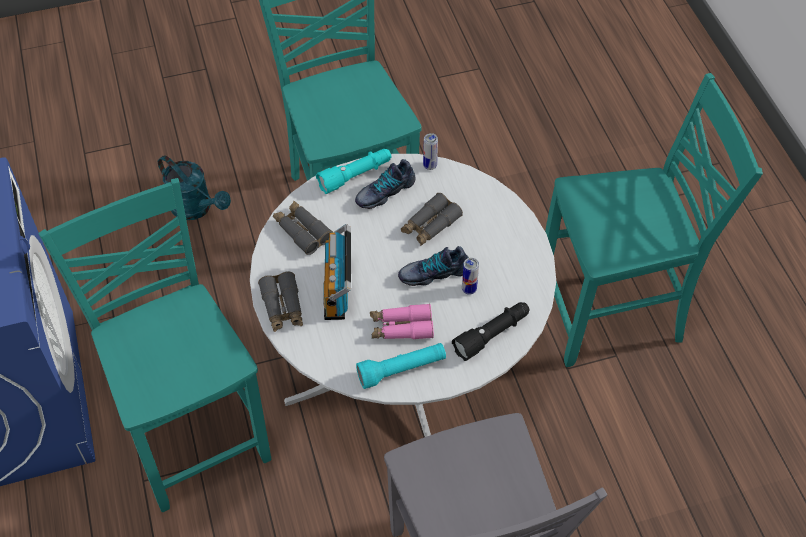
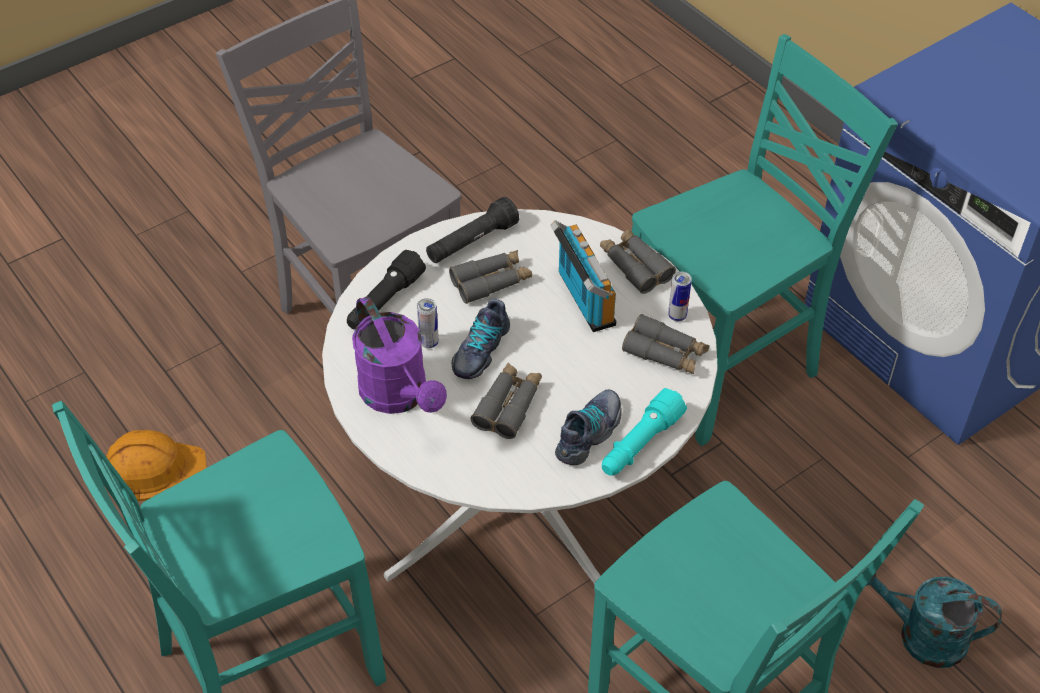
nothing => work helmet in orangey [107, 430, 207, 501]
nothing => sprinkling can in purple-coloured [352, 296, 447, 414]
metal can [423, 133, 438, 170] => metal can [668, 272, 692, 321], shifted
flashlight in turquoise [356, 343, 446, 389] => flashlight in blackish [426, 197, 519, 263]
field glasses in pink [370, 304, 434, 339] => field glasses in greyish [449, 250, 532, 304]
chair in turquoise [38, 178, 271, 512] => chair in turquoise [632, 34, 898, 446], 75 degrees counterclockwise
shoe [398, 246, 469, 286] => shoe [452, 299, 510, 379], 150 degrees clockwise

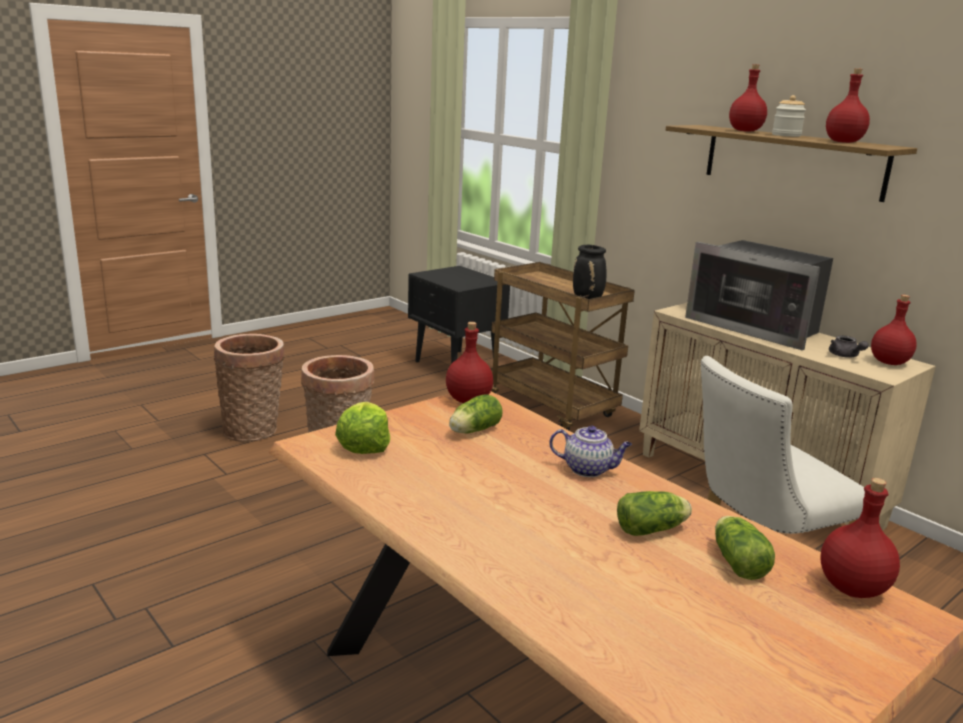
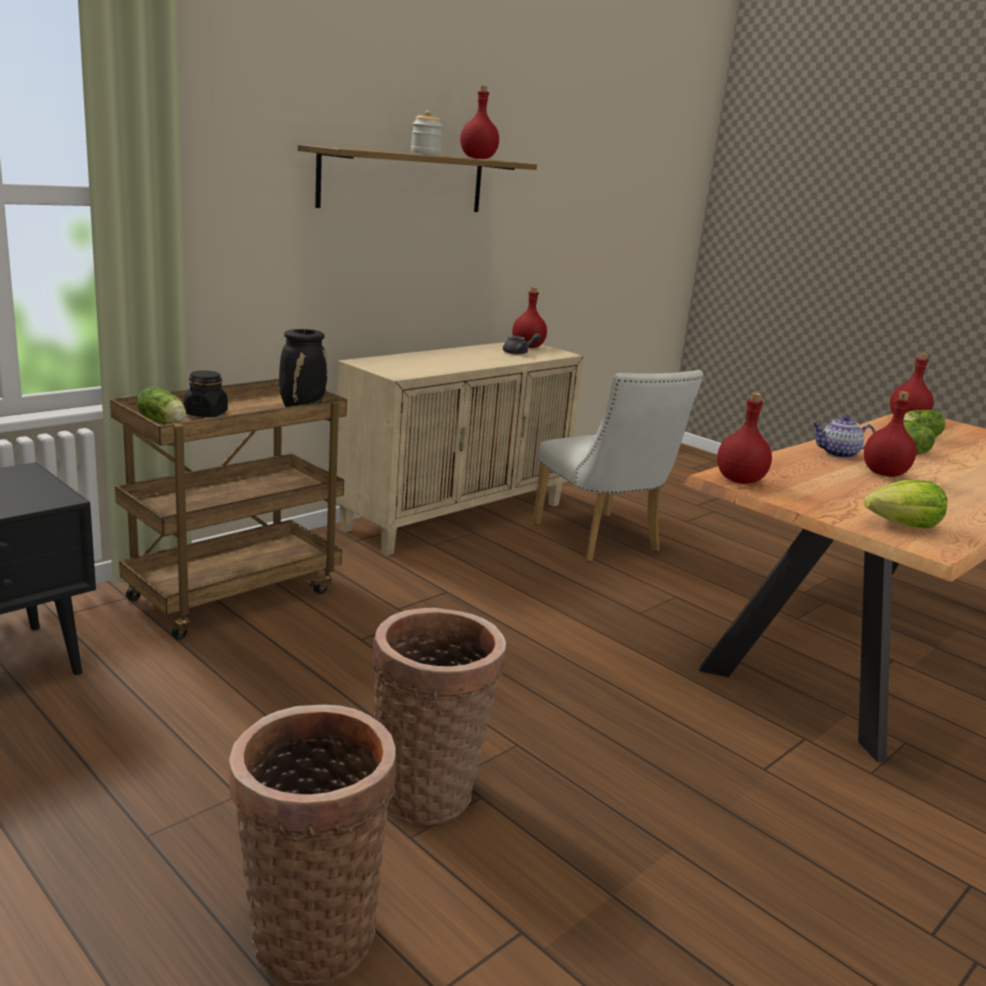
microwave [685, 240, 833, 350] => nothing
nothing => jar in blackish [184, 370, 228, 417]
lettuce head [449, 394, 503, 433] => lettuce head [137, 386, 186, 423], shifted
bottle in red [729, 64, 767, 132] => bottle in red [864, 391, 916, 477], shifted
tea pot [549, 425, 632, 477] => tea pot [813, 415, 875, 458], 105 degrees counterclockwise

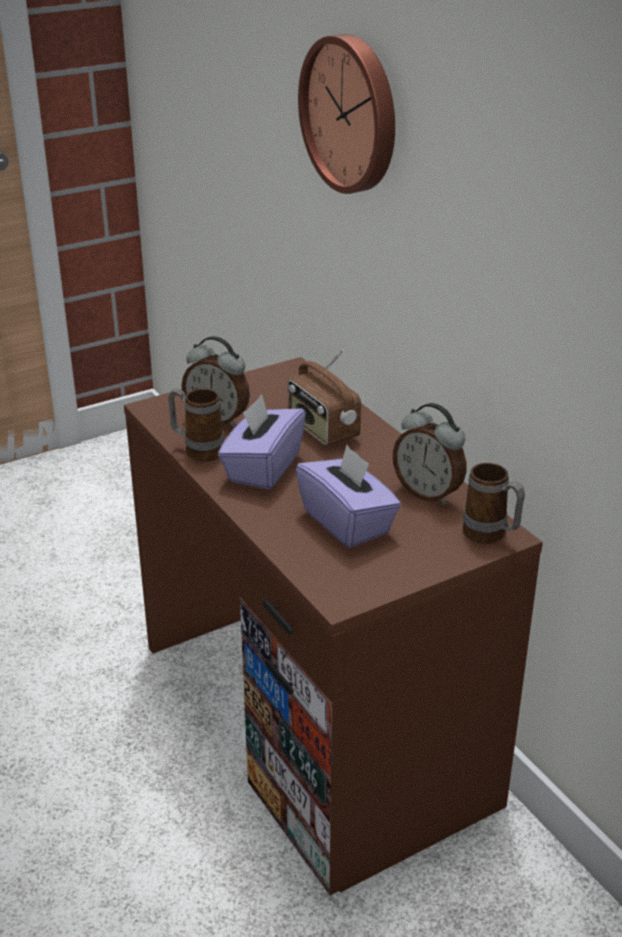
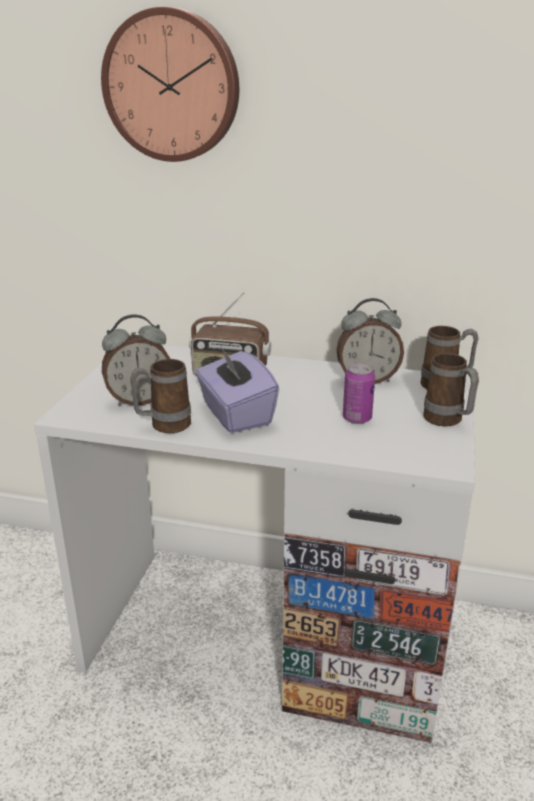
nothing => coffee mug [423, 353, 479, 426]
box of tissues in purple-coloured [296, 445, 401, 548] => metal can [343, 363, 375, 424]
desk table in brown-coloured [124, 357, 543, 895] => desk table in white [34, 345, 475, 743]

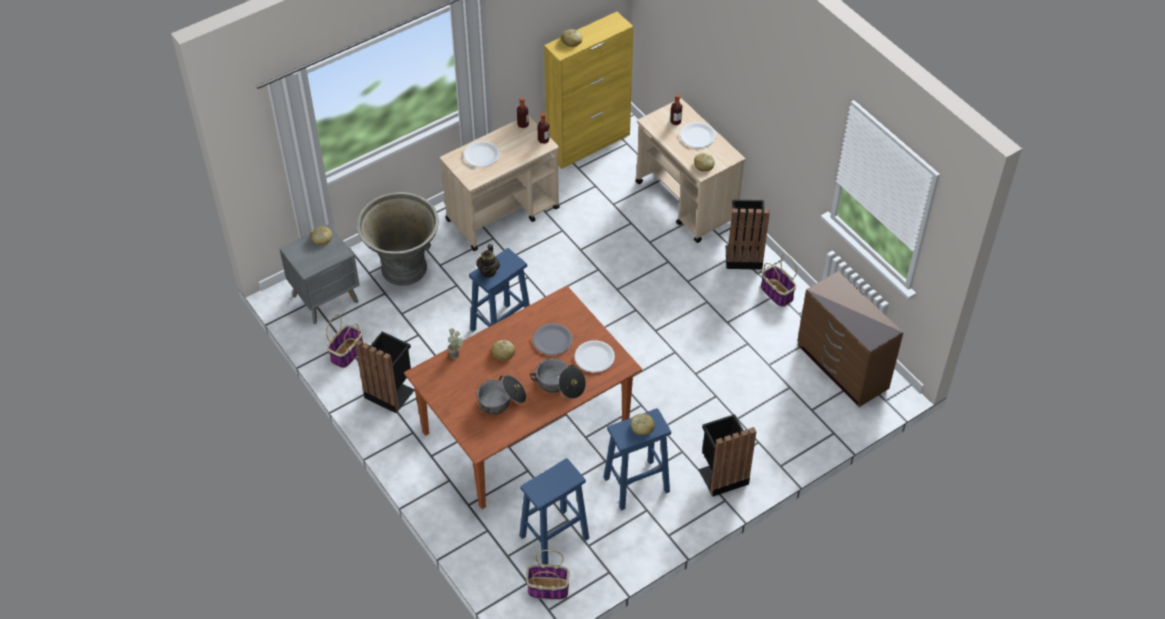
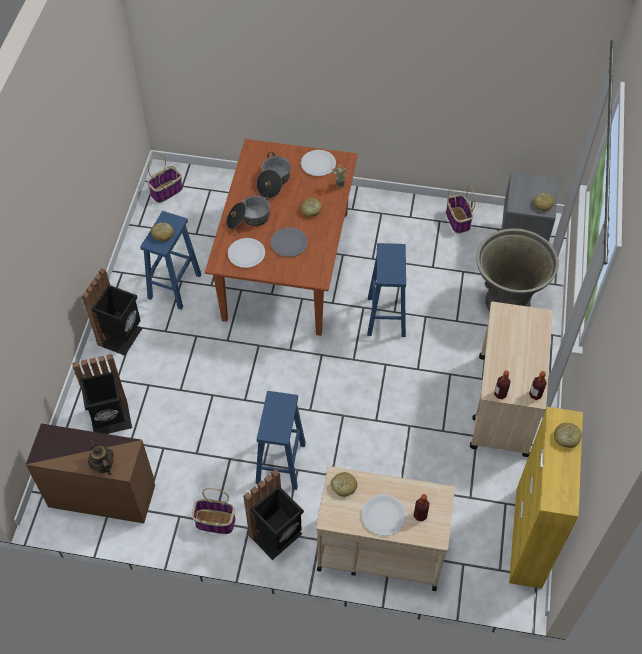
trash can in blackish [355, 331, 414, 413] => trash can in blackish [72, 354, 132, 434], shifted
flat dish in white [463, 141, 500, 167] => flat dish in white [301, 150, 336, 176], shifted
tea pot [476, 244, 500, 278] => tea pot [88, 439, 114, 475], shifted
stool seat in blue [520, 458, 589, 564] => stool seat in blue [256, 391, 306, 490], shifted

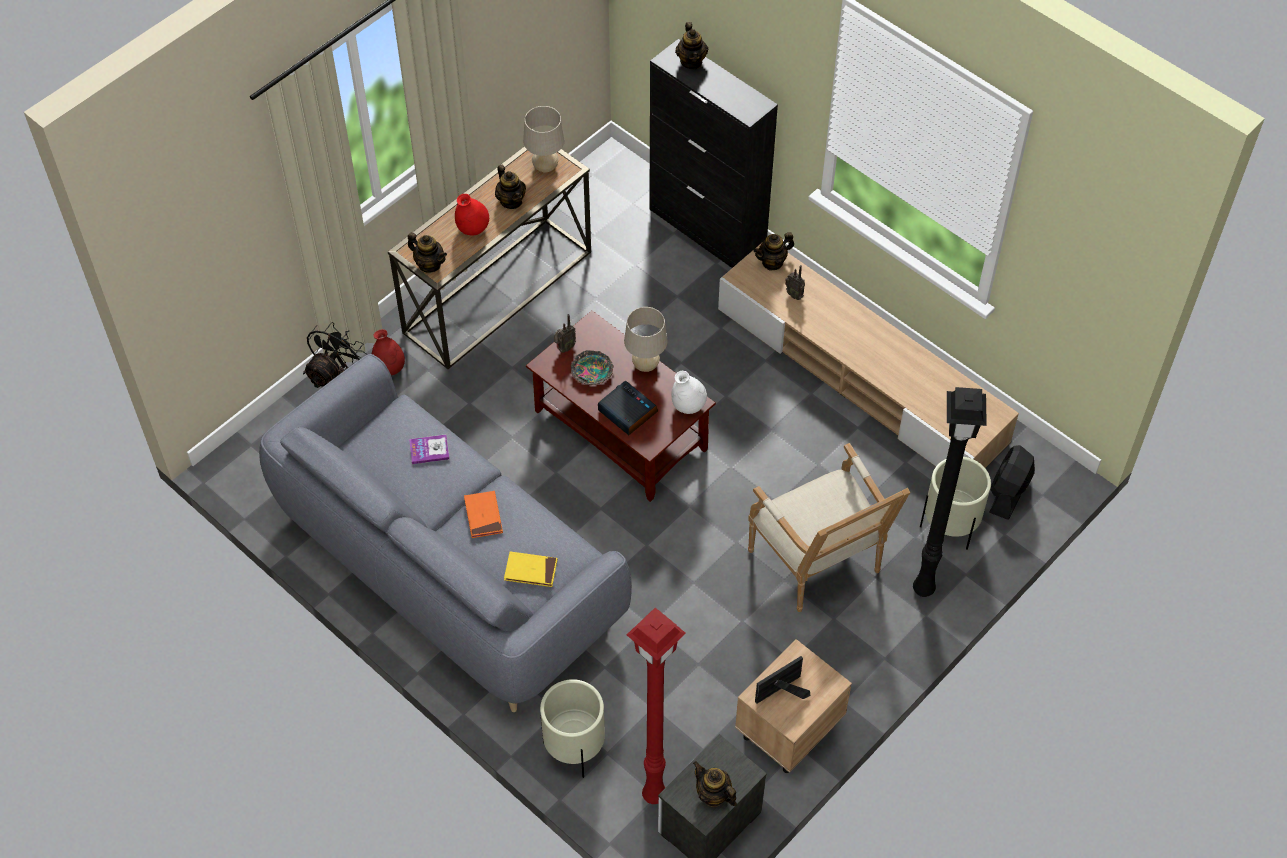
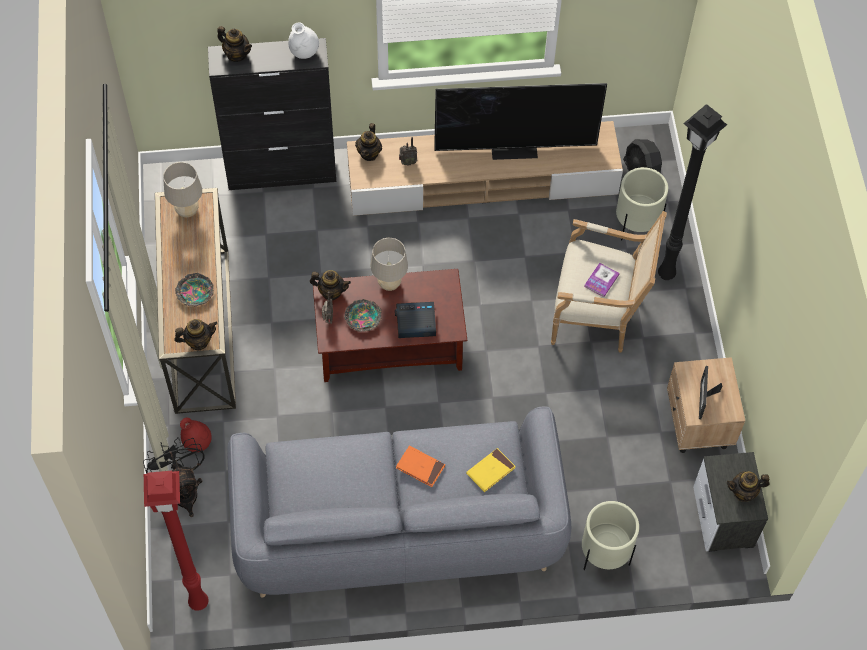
nothing => TV [434, 83, 607, 160]
bound book [409, 434, 449, 464] => bound book [584, 263, 620, 297], shifted
tea pot [495, 165, 526, 209] => tea pot [310, 270, 351, 300], shifted
standard lamp in red [627, 608, 686, 804] => standard lamp in red [144, 471, 209, 611], shifted
decorative vase in white [671, 371, 707, 414] => decorative vase in white [288, 22, 319, 59], shifted
decorative vase in red [455, 194, 489, 236] => deep dish [175, 273, 214, 307]

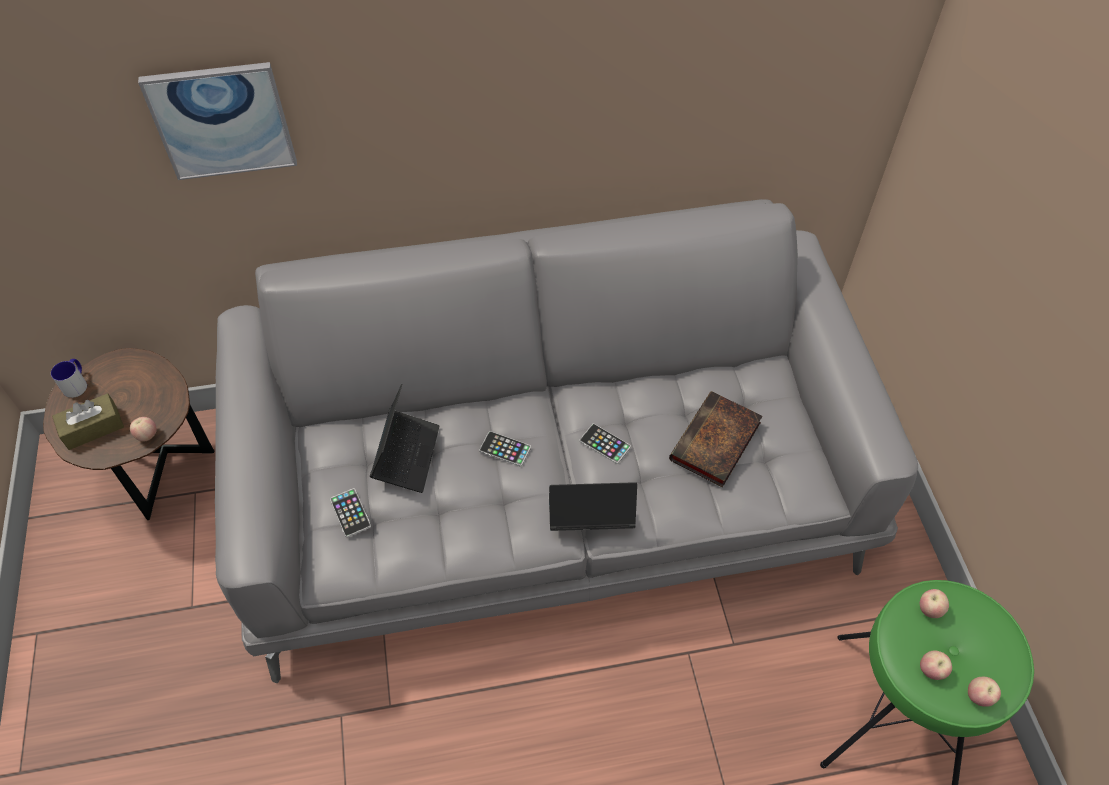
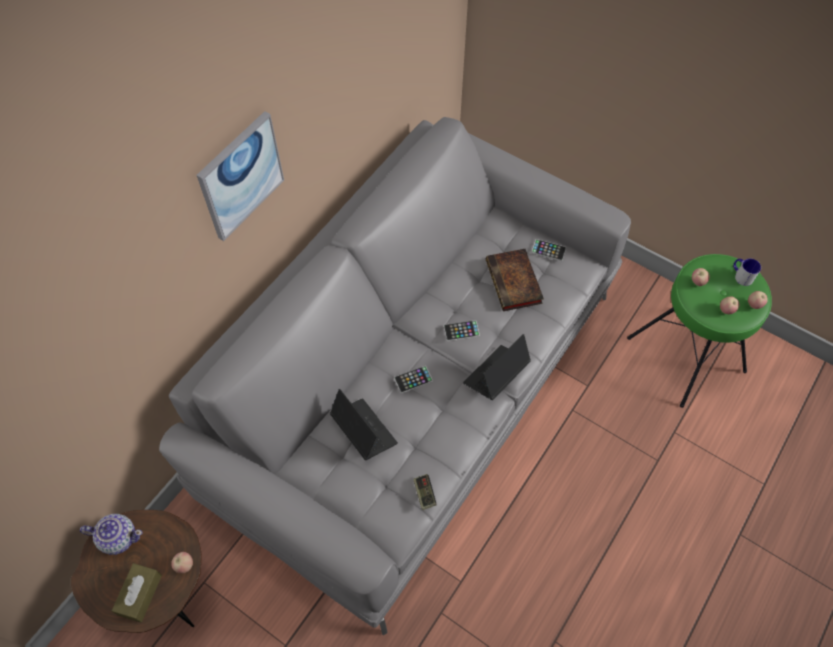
nothing => tea pot [80, 514, 142, 555]
nothing => game controller [413, 474, 437, 510]
coffee mug [51, 359, 87, 398] => coffee mug [733, 259, 761, 286], shifted
picture [138, 62, 297, 180] => picture [196, 111, 284, 241], shifted
phone [330, 488, 371, 537] => phone [531, 239, 566, 261], shifted

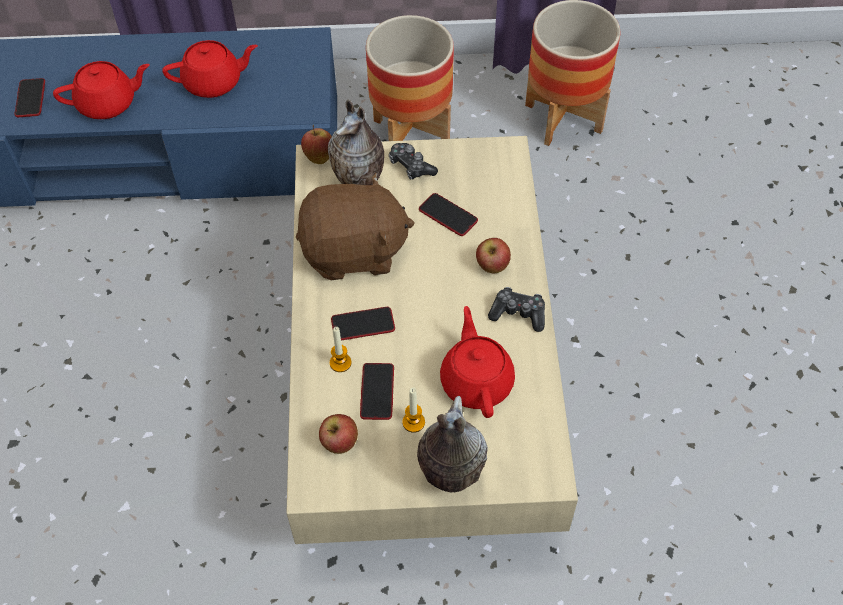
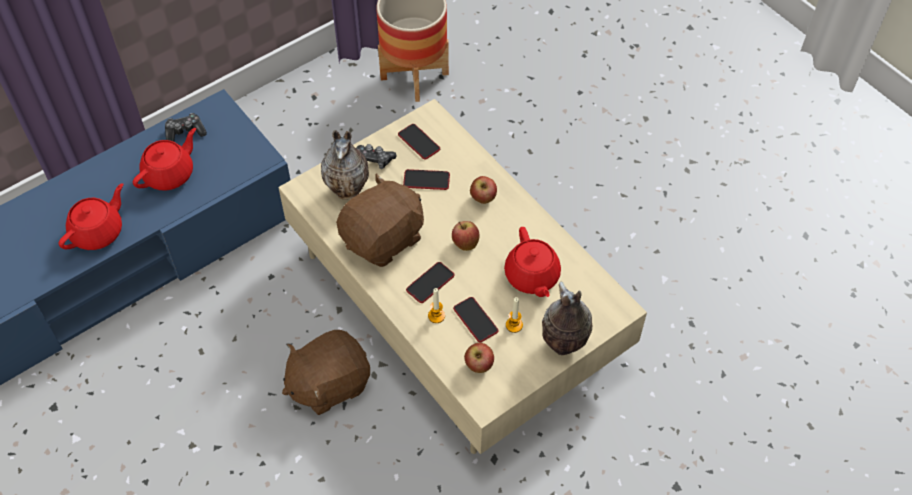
planter [366, 15, 454, 141] => nothing
nothing => cuddly toy in brown-coloured [282, 330, 370, 415]
phone [14, 78, 45, 117] => phone [398, 124, 440, 160], shifted
whole apple [301, 125, 332, 164] => whole apple [452, 221, 480, 251], shifted
game controller [488, 287, 545, 332] => game controller [165, 113, 207, 142], shifted
tea pot in red [440, 306, 515, 418] => tea pot in red [504, 227, 561, 297], 150 degrees counterclockwise

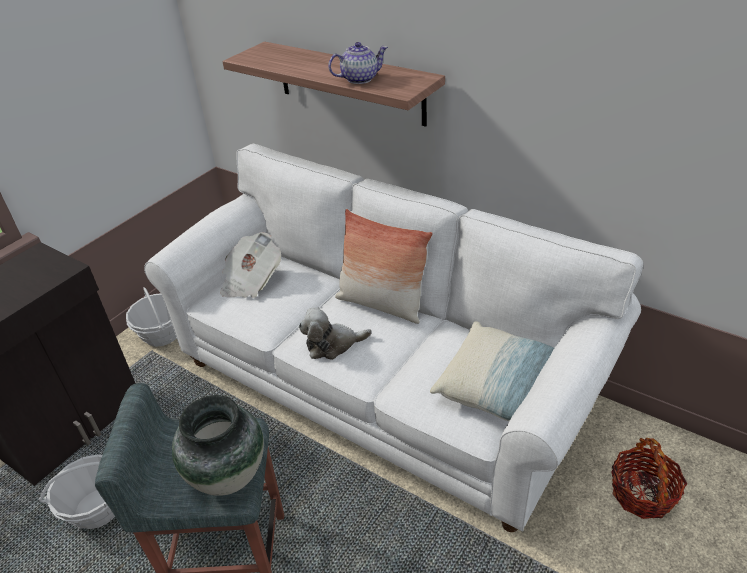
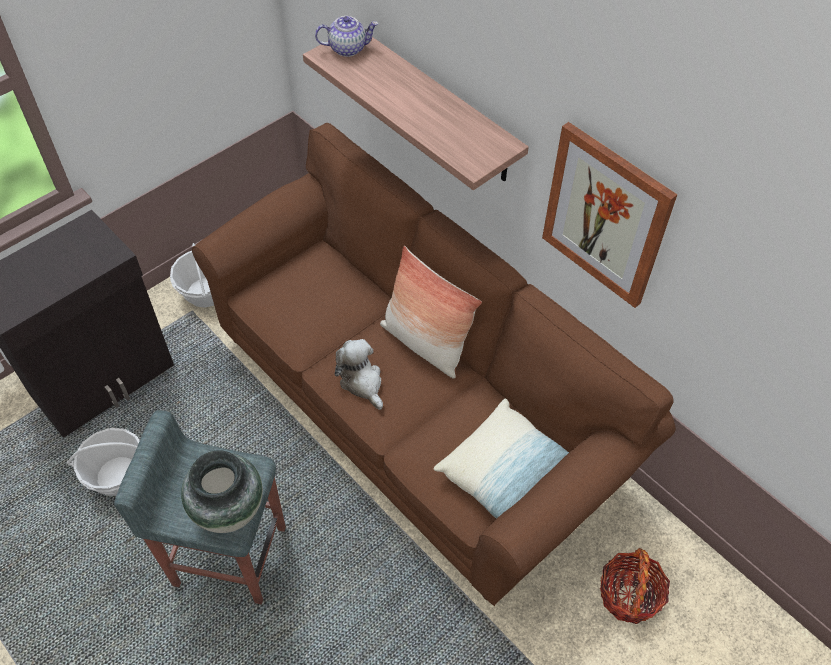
daily paper [220, 232, 281, 298] => nothing
nothing => picture [542, 122, 677, 308]
tea pot [328, 42, 388, 84] => tea pot [315, 16, 378, 57], shifted
couch in white [144, 144, 643, 532] => couch in brown-coloured [192, 123, 676, 606]
cuddly toy [299, 307, 372, 360] => cuddly toy [335, 339, 383, 410], 60 degrees clockwise

